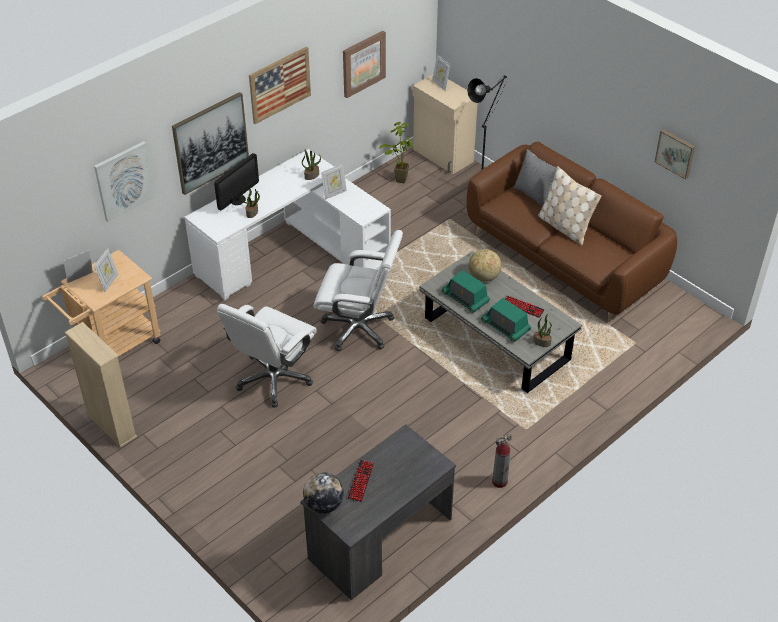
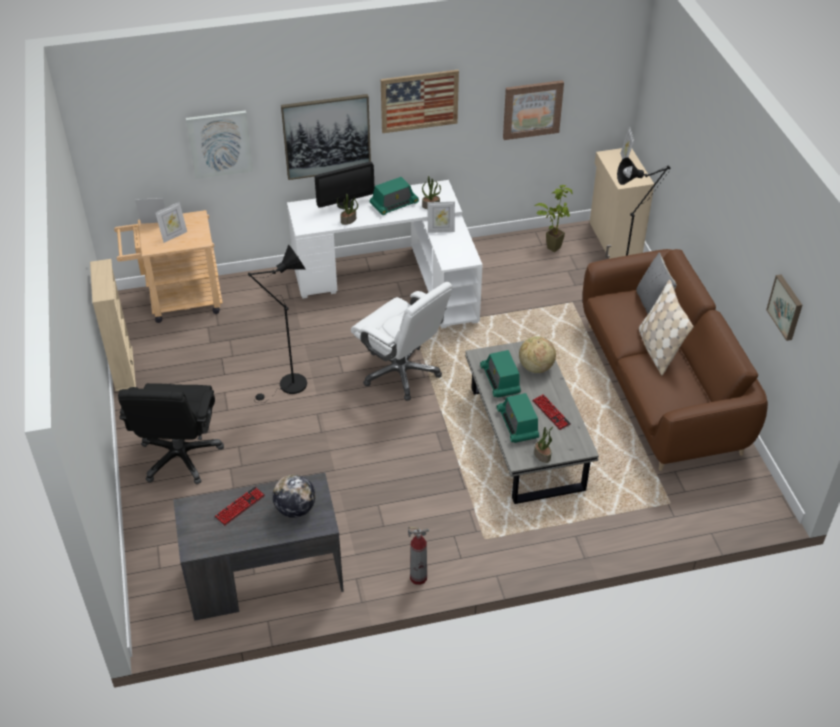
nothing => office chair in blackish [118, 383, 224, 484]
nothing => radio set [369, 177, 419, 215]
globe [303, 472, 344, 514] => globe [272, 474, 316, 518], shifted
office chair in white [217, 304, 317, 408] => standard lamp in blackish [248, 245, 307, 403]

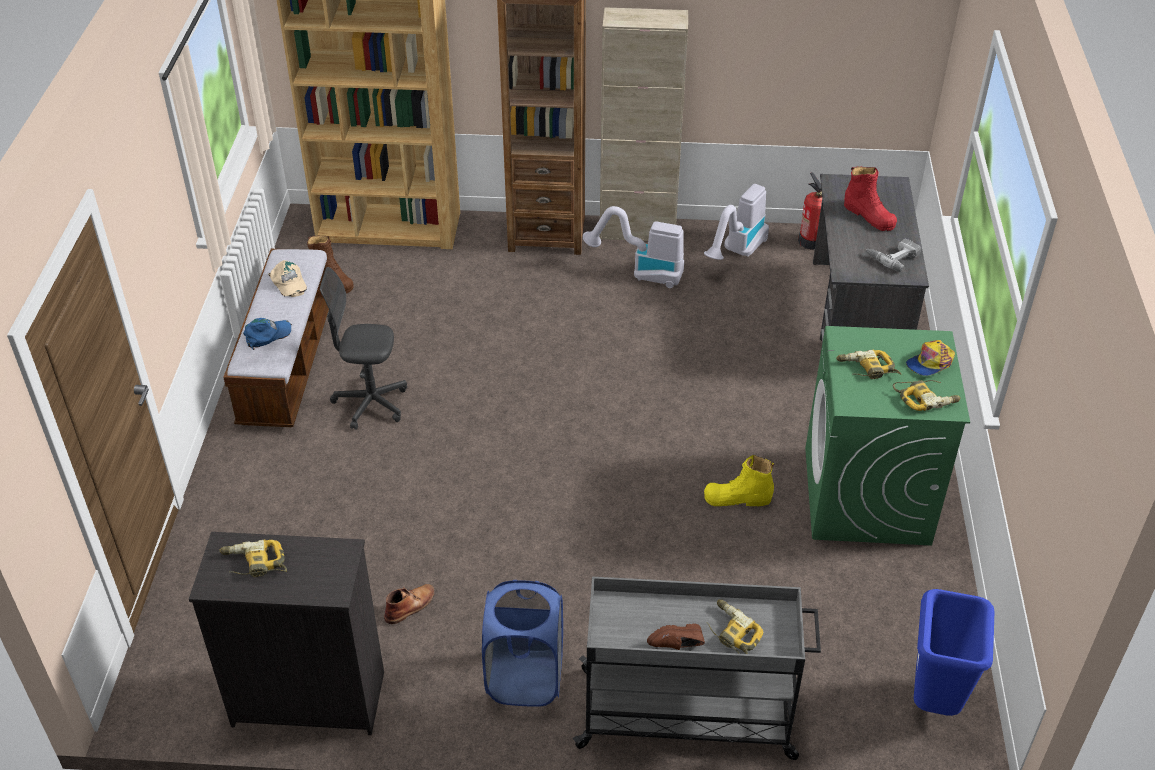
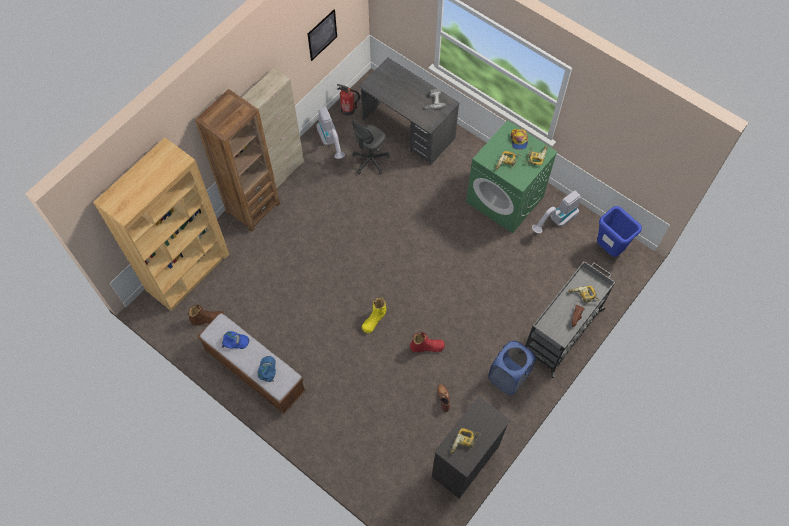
nothing => picture [308, 9, 337, 61]
office chair in greyish [320, 267, 407, 430] => office chair in greyish [352, 119, 389, 175], shifted
vacuum [583, 206, 684, 288] => vacuum [532, 190, 580, 233], shifted
high-top boot in yellowish [704, 455, 774, 507] => high-top boot in yellowish [362, 297, 387, 333], shifted
high-top boot in red [844, 166, 897, 231] => high-top boot in red [410, 332, 445, 352], shifted
baseball cap in beige-coloured [268, 260, 307, 297] => baseball cap in blue [222, 331, 249, 349]

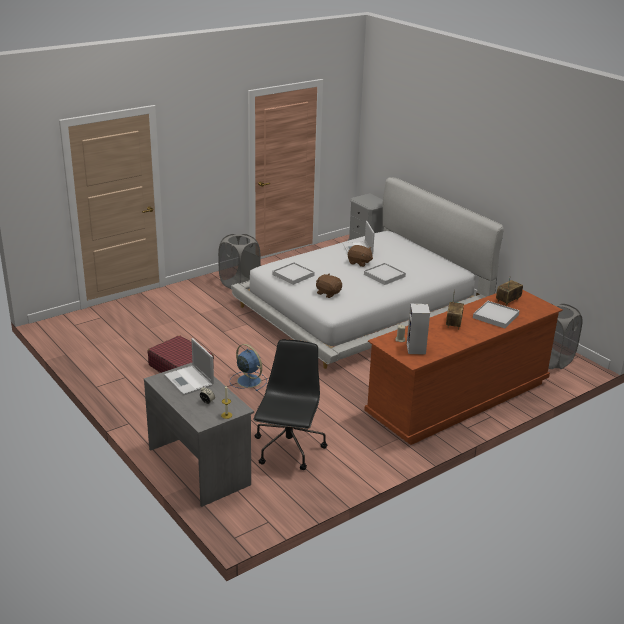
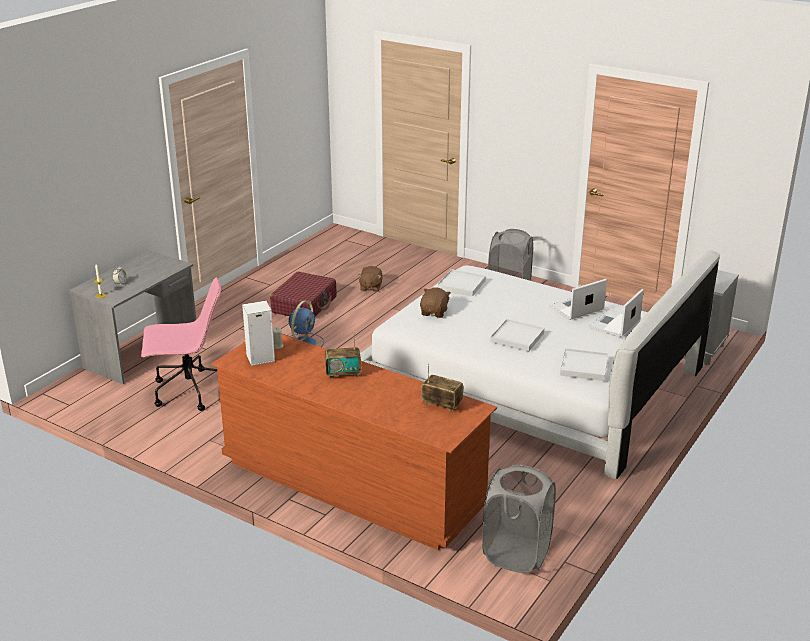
notebook computer [164, 338, 214, 395] => notebook computer [589, 289, 644, 337], shifted
cuddly toy in brown-coloured [348, 245, 373, 267] => cuddly toy in brown-coloured [358, 266, 383, 292], shifted
carrying tray in white [473, 301, 520, 328] => carrying tray in white [560, 348, 608, 381], shifted
office chair in blackish [253, 339, 327, 470] => office chair in pink [141, 277, 221, 411]

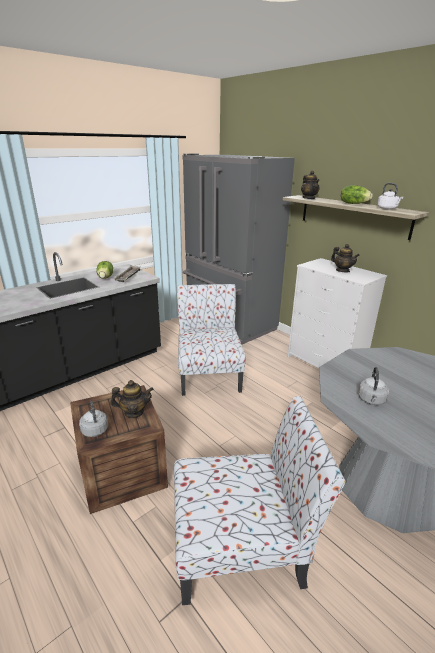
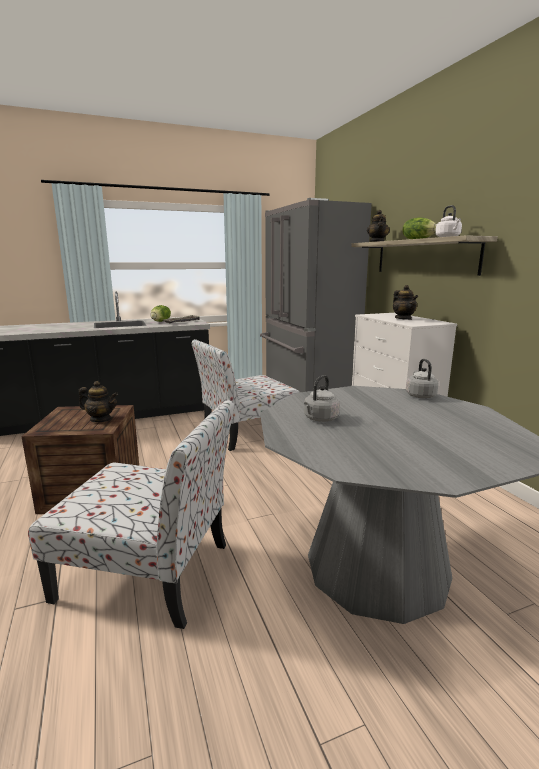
water kettle in greyish [79, 401, 108, 437] => water kettle in greyish [406, 359, 439, 398], shifted
chair [177, 284, 245, 396] => chair [192, 339, 300, 451], 135 degrees counterclockwise

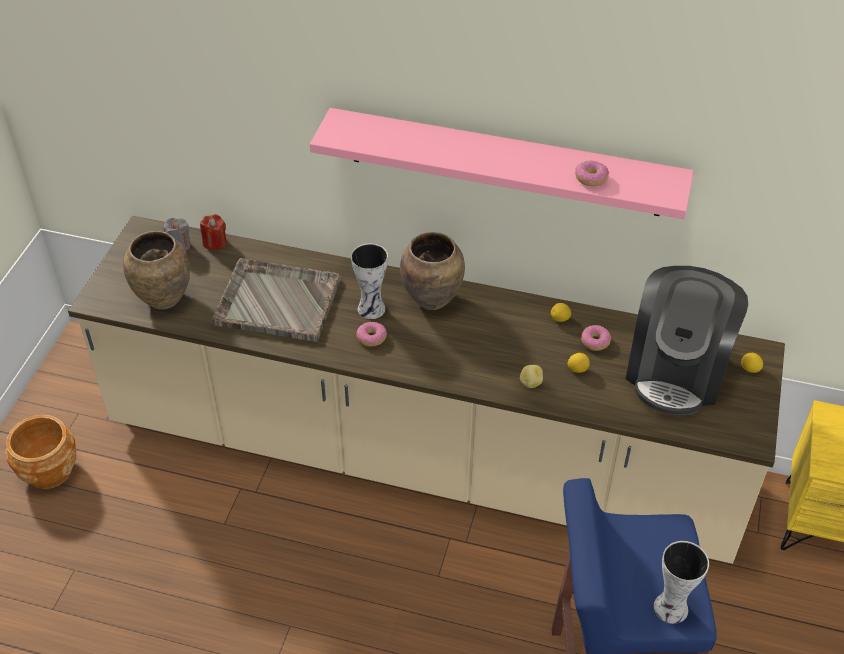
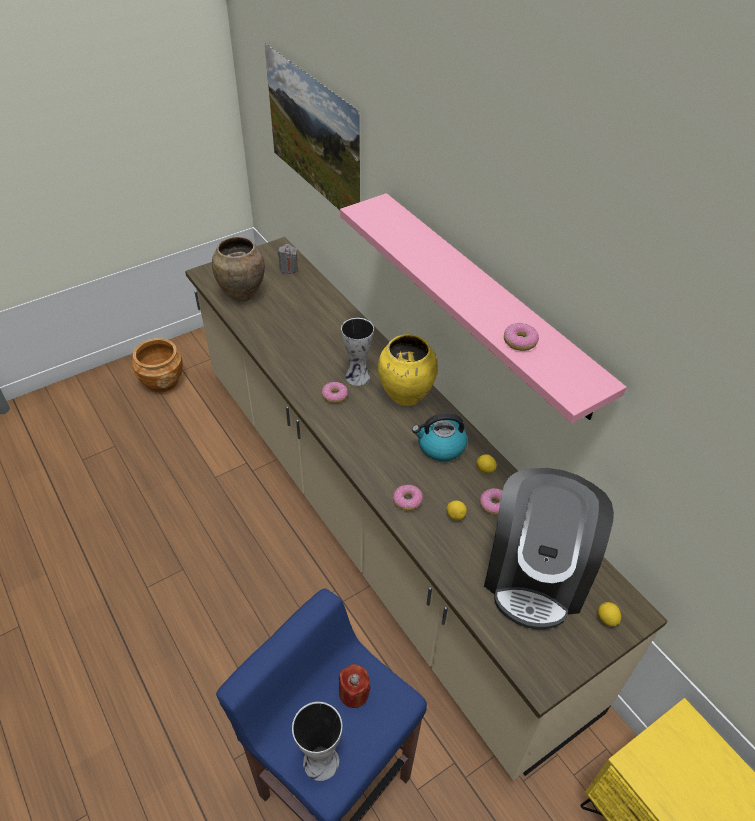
carrying tray in greyish [212, 258, 341, 342] => nothing
nothing => picture [265, 43, 360, 210]
nothing => water kettle [412, 413, 467, 462]
wax candle in red [200, 214, 227, 251] => wax candle in red [339, 664, 371, 708], shifted
spud [520, 365, 543, 388] => donut [393, 485, 423, 511]
decorative vase in brown-coloured [400, 232, 465, 310] => decorative vase in yellowish [378, 334, 438, 406]
coffee brewer [626, 266, 748, 415] => coffee brewer [484, 468, 614, 629], 45 degrees counterclockwise

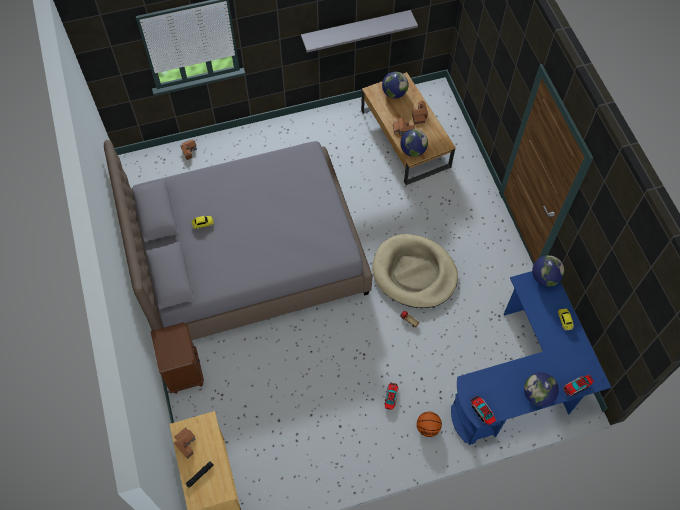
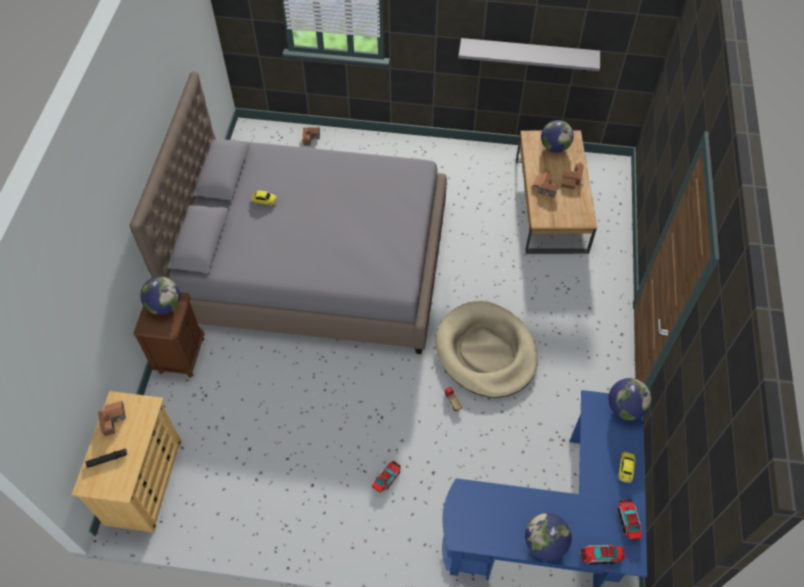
basketball [417, 412, 442, 437] => nothing
globe [400, 129, 428, 157] => globe [140, 276, 180, 315], shifted
toy lorry [471, 396, 496, 426] => toy lorry [618, 499, 642, 540], shifted

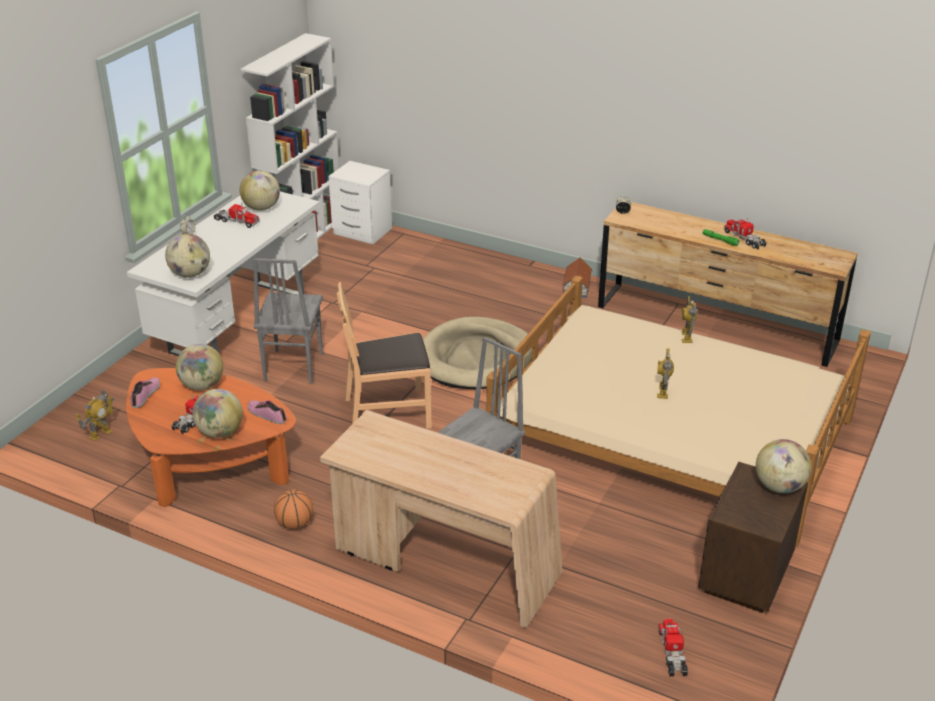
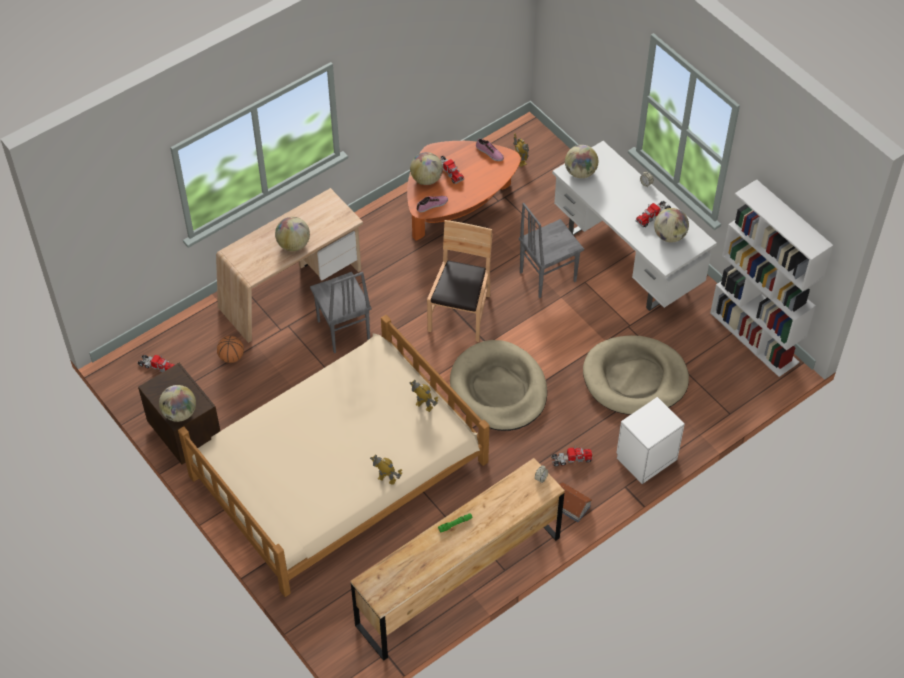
nothing => dog cushion in beige-coloured [583, 335, 689, 415]
globe [176, 344, 223, 390] => globe [275, 217, 310, 251], shifted
basketball [274, 490, 313, 529] => basketball [217, 336, 244, 363], shifted
nightstand in white [328, 161, 392, 244] => nightstand in white [616, 397, 685, 484], shifted
robot figure [657, 348, 674, 399] => robot figure [409, 380, 438, 412], shifted
toy lorry [723, 217, 767, 250] => toy lorry [551, 446, 593, 466], shifted
chair in greyish [253, 258, 323, 384] => chair in greyish [519, 203, 584, 298], 60 degrees counterclockwise

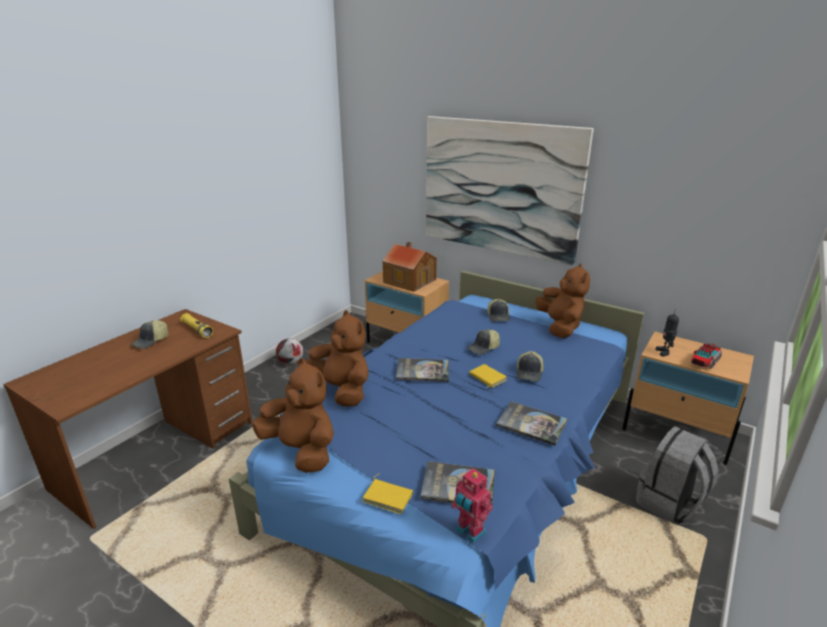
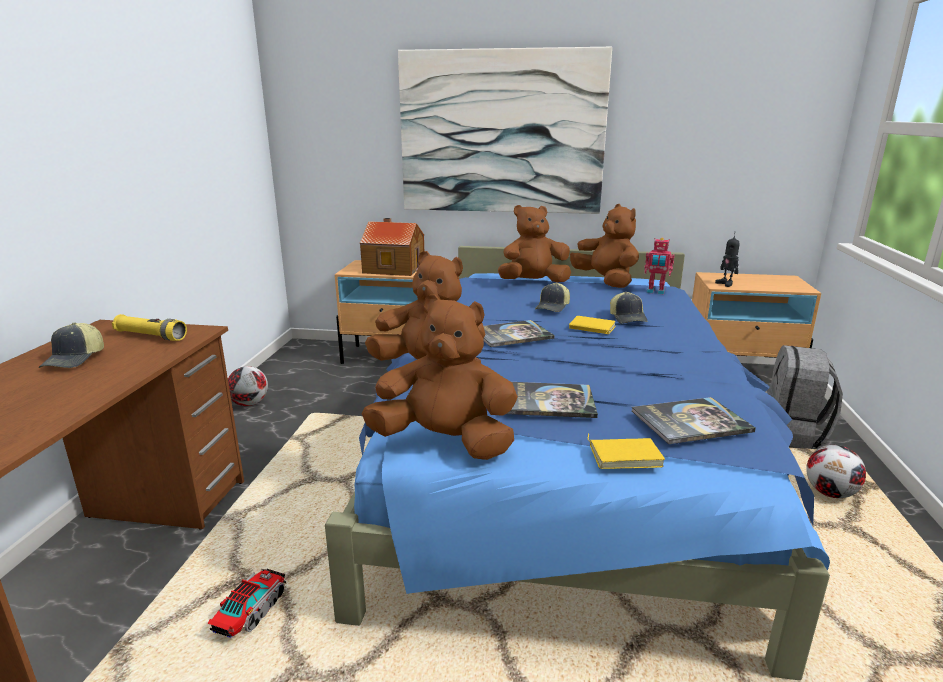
nothing => football ball [806, 445, 866, 498]
robot figure [451, 468, 493, 544] => robot figure [644, 238, 674, 294], shifted
bound book [496, 401, 567, 446] => bound book [507, 382, 598, 418], shifted
toy lorry [691, 344, 722, 369] => toy lorry [208, 569, 286, 638], shifted
baseball cap [487, 299, 510, 322] => cuddly toy in brown-coloured [498, 205, 571, 282]

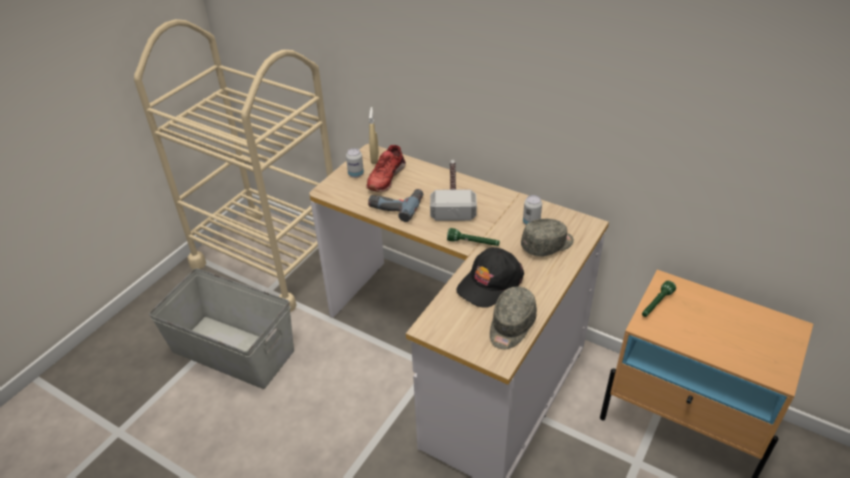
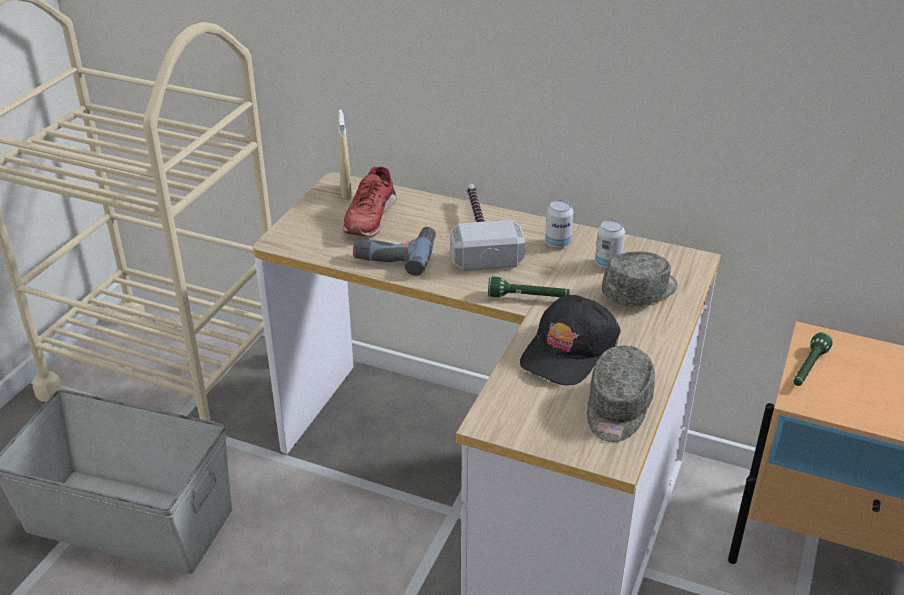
metal can [346, 148, 364, 178] => metal can [545, 200, 573, 249], shifted

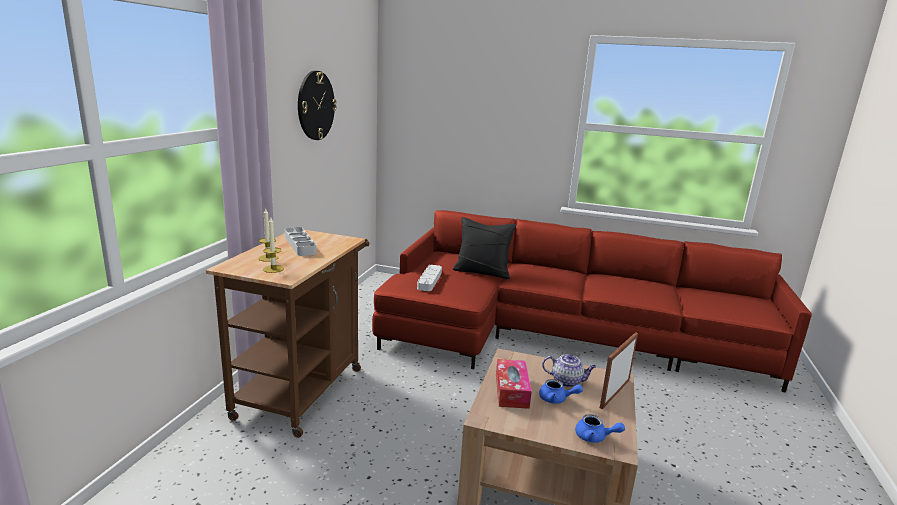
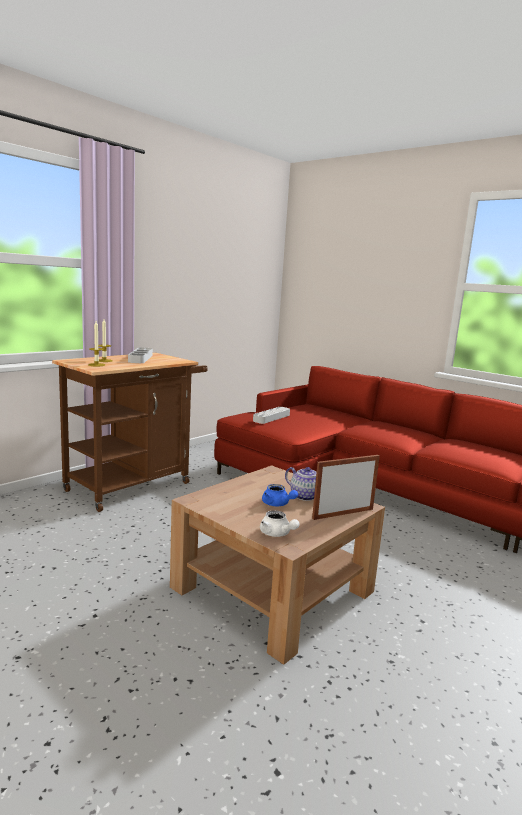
wall clock [298, 71, 337, 140] => nothing
cushion in blackish [453, 217, 516, 279] => nothing
box of tissues [496, 359, 532, 409] => nothing
tea pot in blue [575, 414, 625, 443] => tea pot in white [260, 510, 300, 537]

